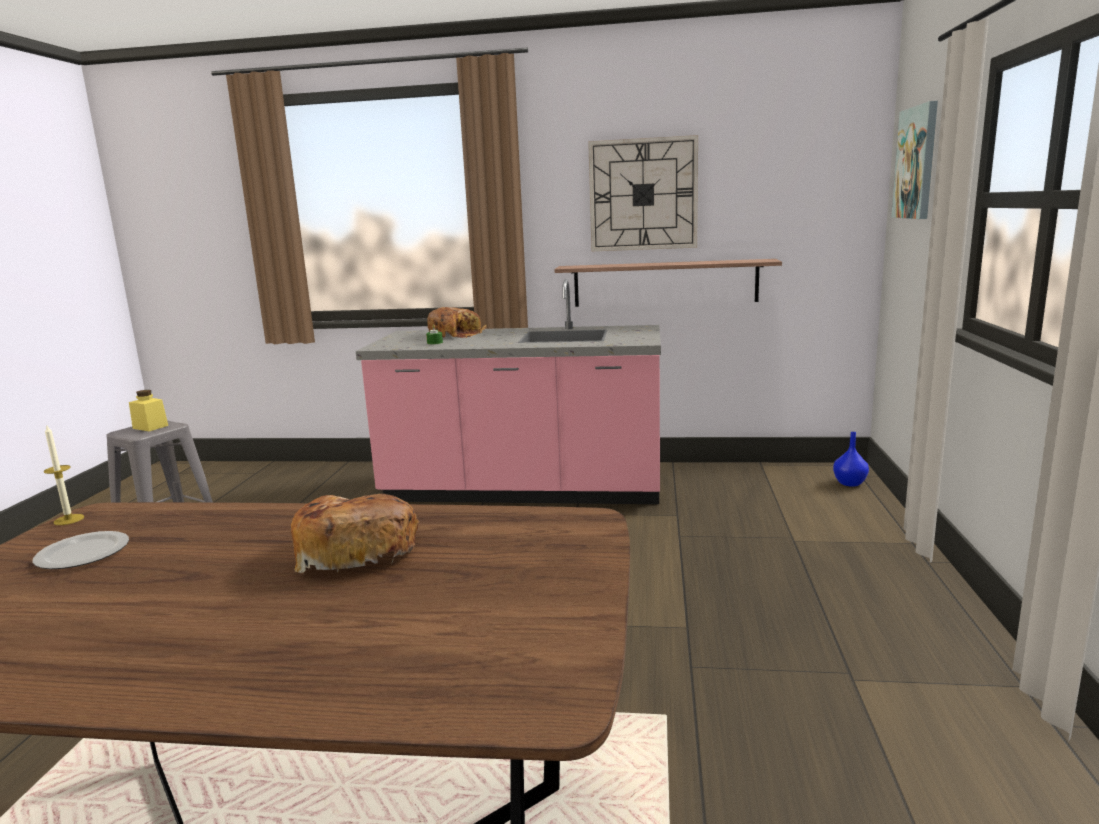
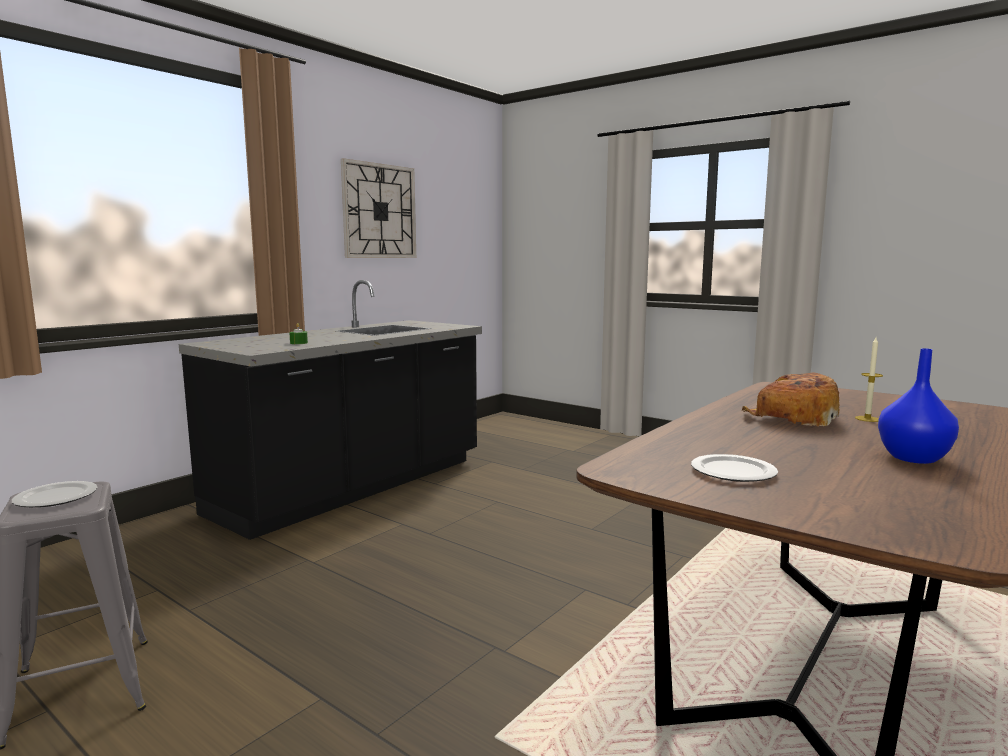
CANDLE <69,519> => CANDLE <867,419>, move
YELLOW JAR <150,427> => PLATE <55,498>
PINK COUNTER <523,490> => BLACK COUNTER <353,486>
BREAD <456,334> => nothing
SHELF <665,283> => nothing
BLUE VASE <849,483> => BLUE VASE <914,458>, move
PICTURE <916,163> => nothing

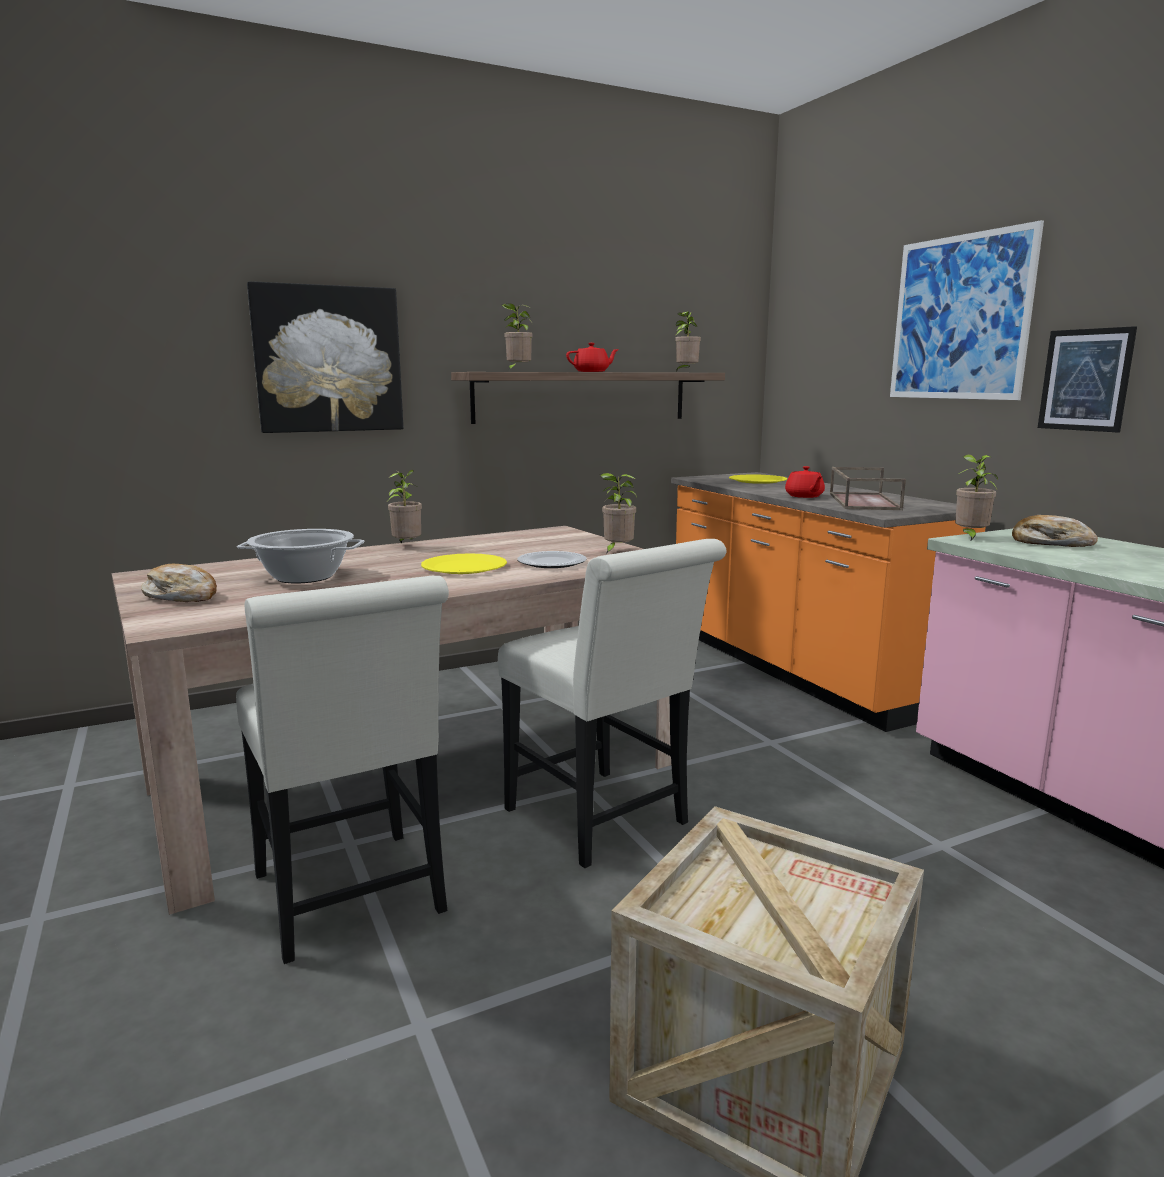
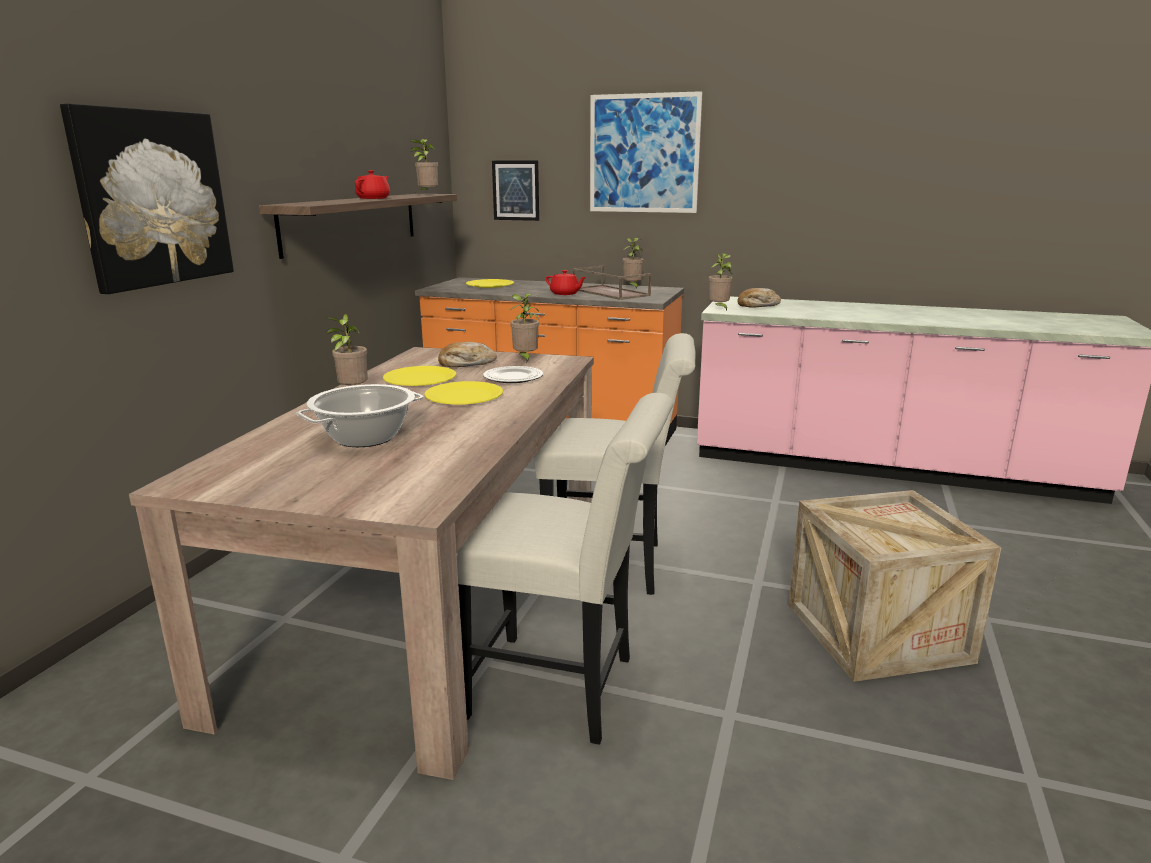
BREAD <182,596> => BREAD <466,363>, move
POTTED PLANT <517,371> => POTTED PLANT <632,287>, move
PICTURE <1085,380> => PICTURE <515,190>, move
nothing => YELLOW PLATE <420,378>

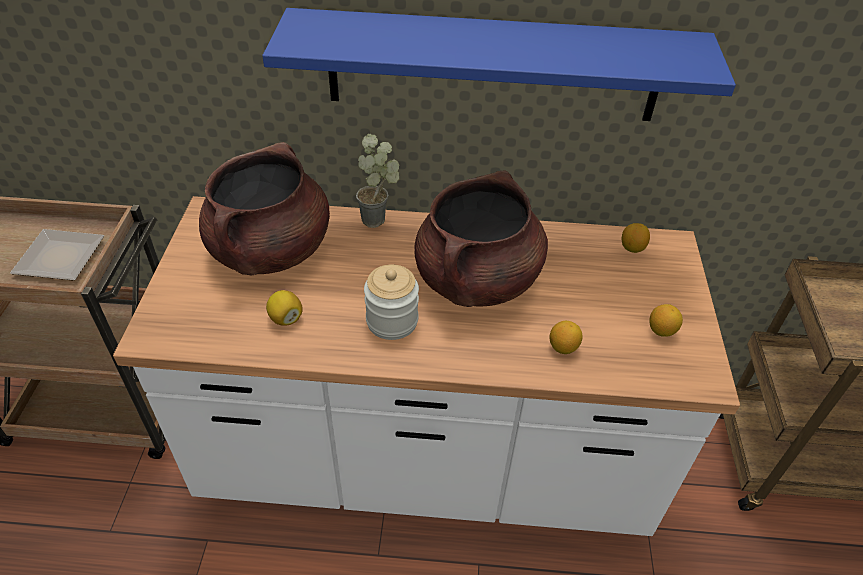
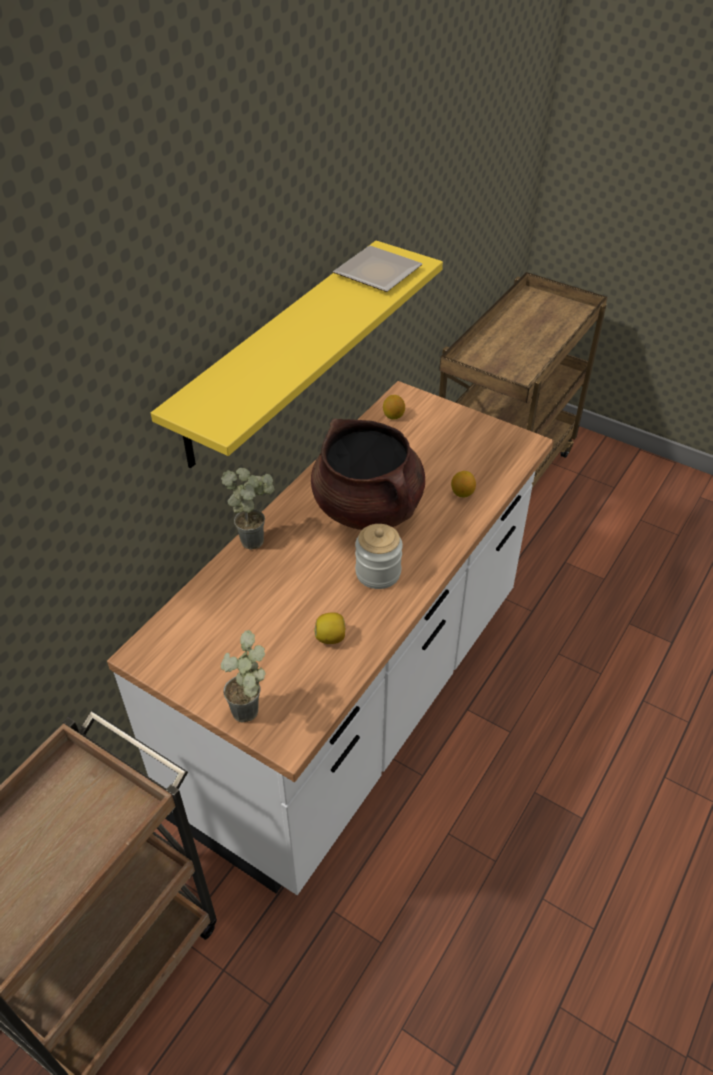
PLATE <64,257> => PLATE <377,271>, move
BROWN COOKING POT <271,251> => nothing
BLUE SHELF <493,66> => YELLOW SHELF <279,353>
LEMON <661,330> => nothing
nothing => POTTED PLANT <252,715>

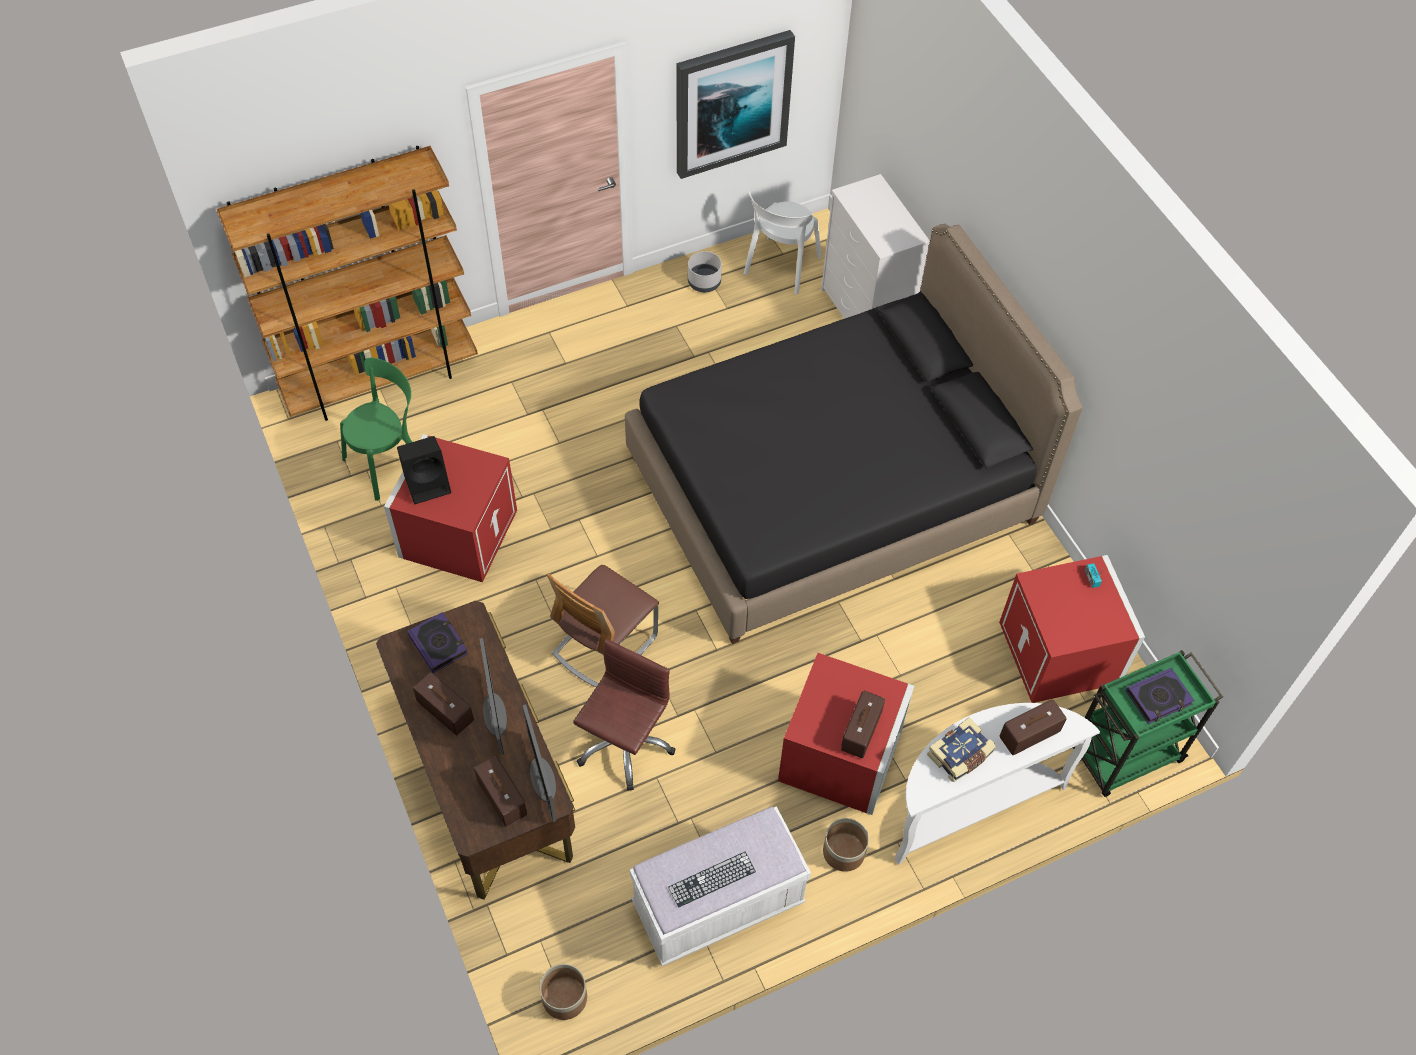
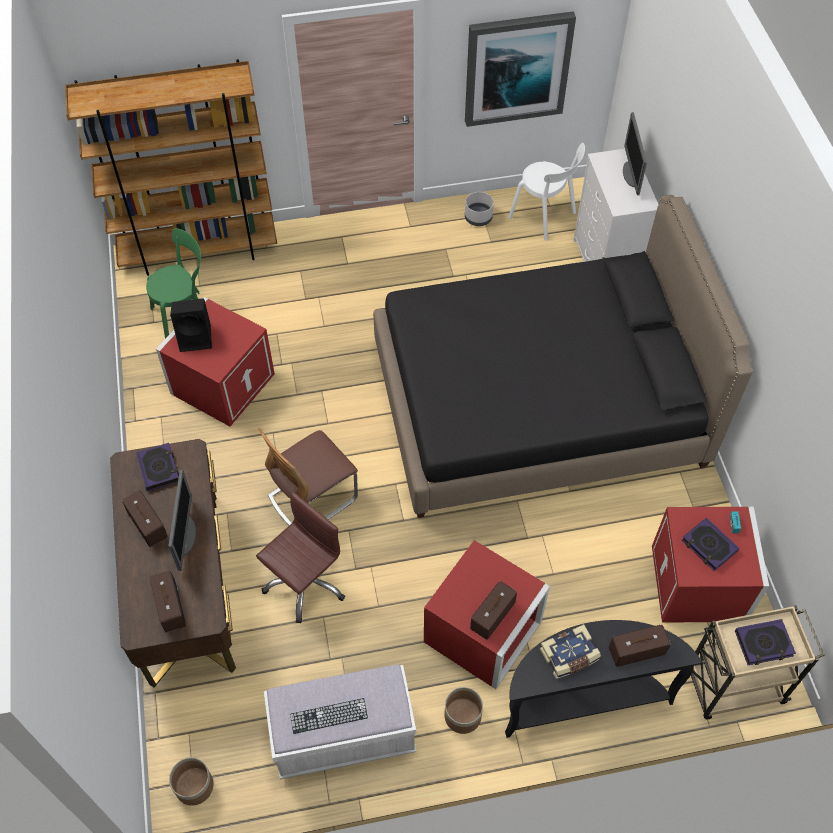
MONITOR <543,780> => MONITOR <631,174>, move
WHITE CHAIR <781,268> => WHITE CHAIR <544,216>, 90 degrees counterclockwise
WHITE CONSOLE TABLE <969,803> => BLACK CONSOLE TABLE <583,698>
GREEN CART <1124,756> => BEIGE CART <732,686>
nothing => BOOK <709,546>

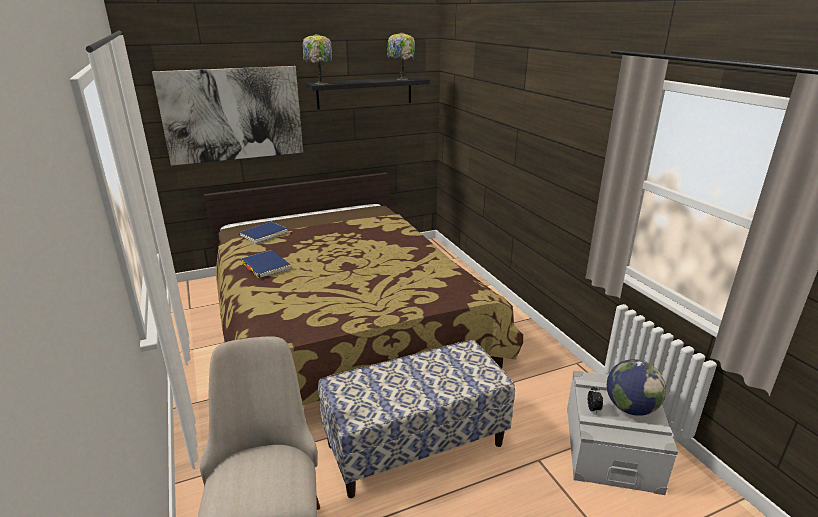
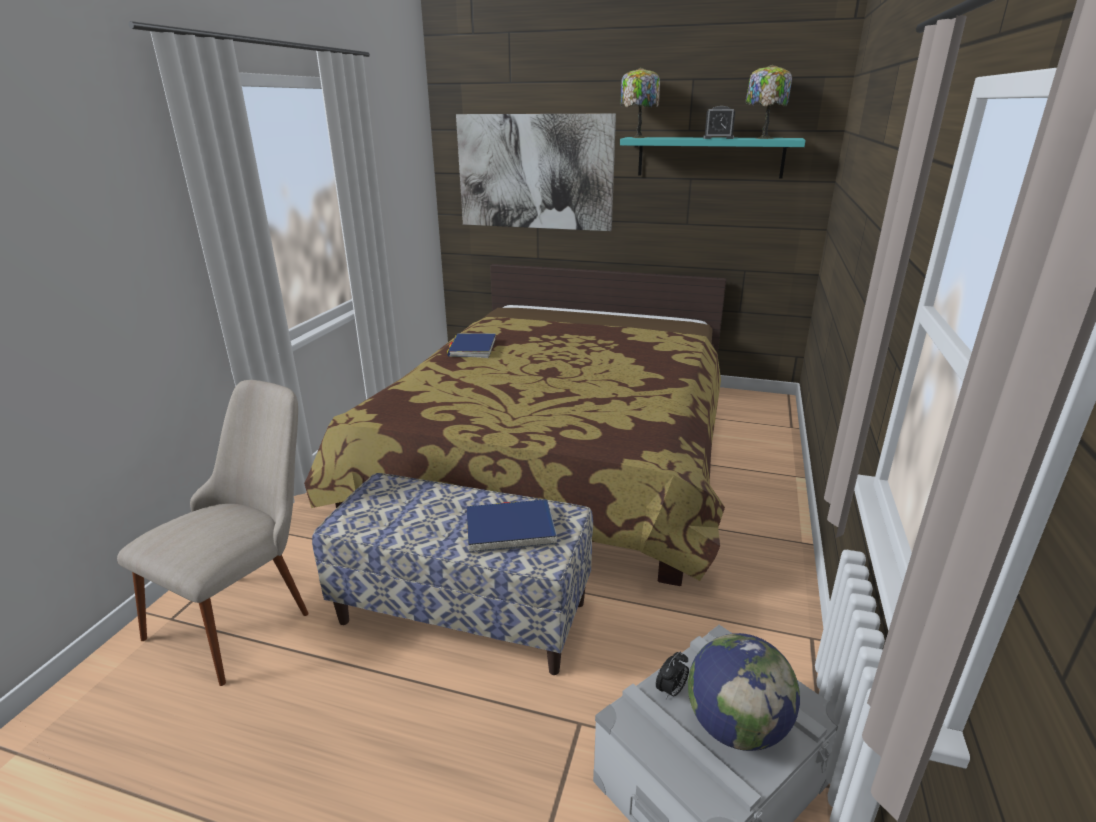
BLUE BOOK <263,234> => BLUE BOOK <510,529>, move
BLACK SHELF <365,92> => TURQUOISE SHELF <710,157>
nothing => ALARM CLOCK <718,138>

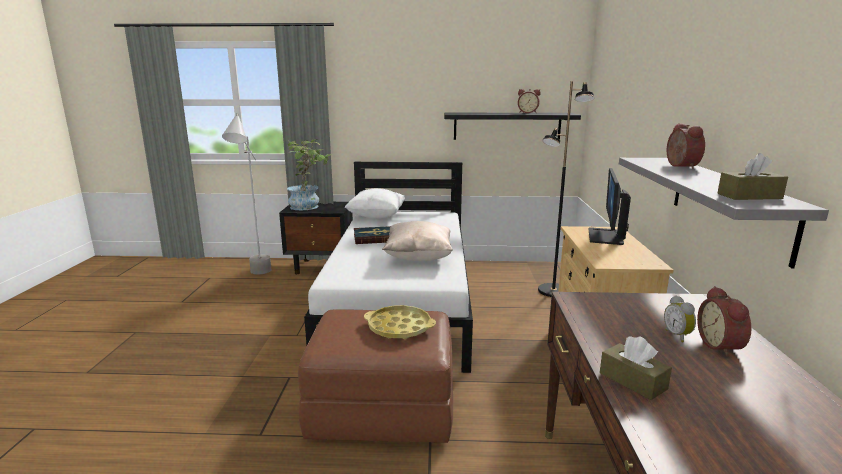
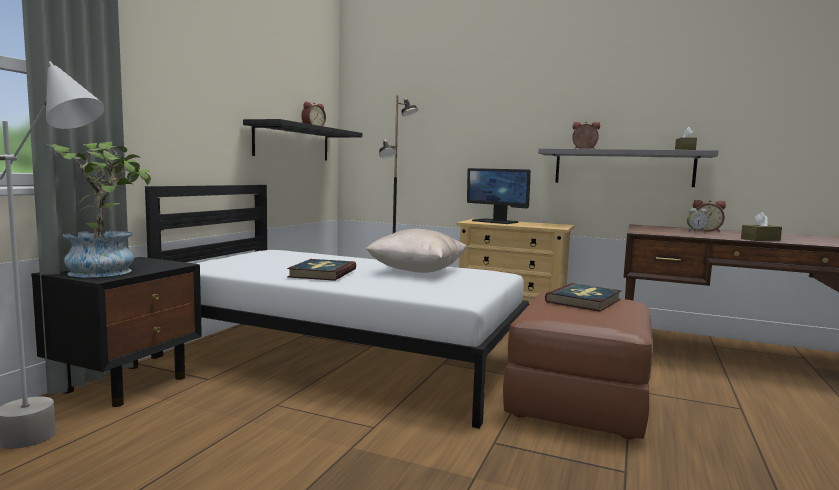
WHITE PILLOW <376,216> => nothing
YELLOW TRAY <399,327> => BOOK <584,300>

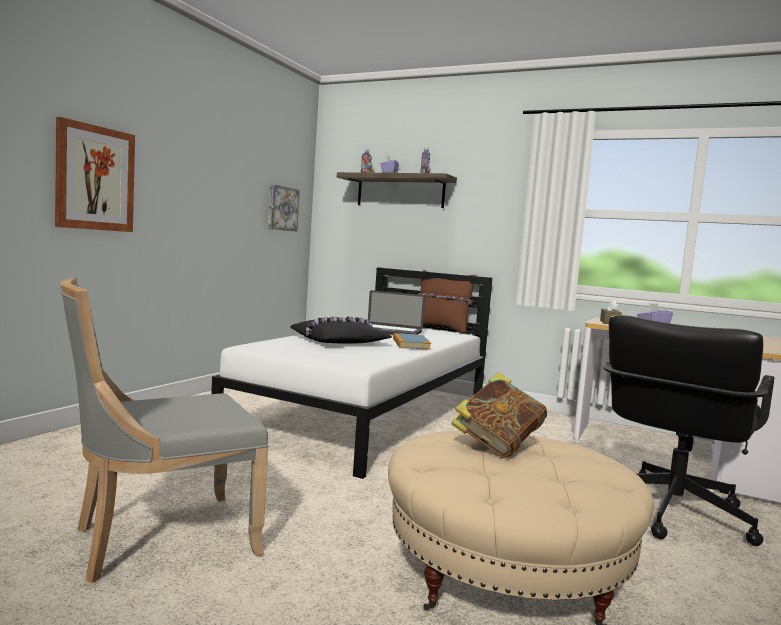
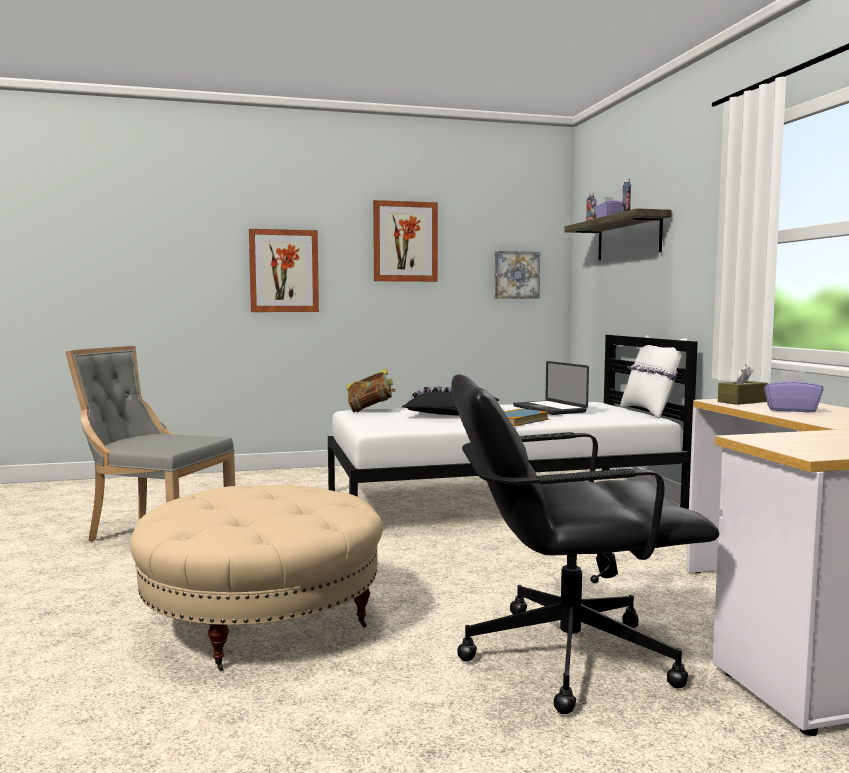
BROWN PILLOW <440,329> => WHITE PILLOW <650,412>
BOOK <497,446> => BOOK <370,410>, move
nothing => PICTURE <405,241>

